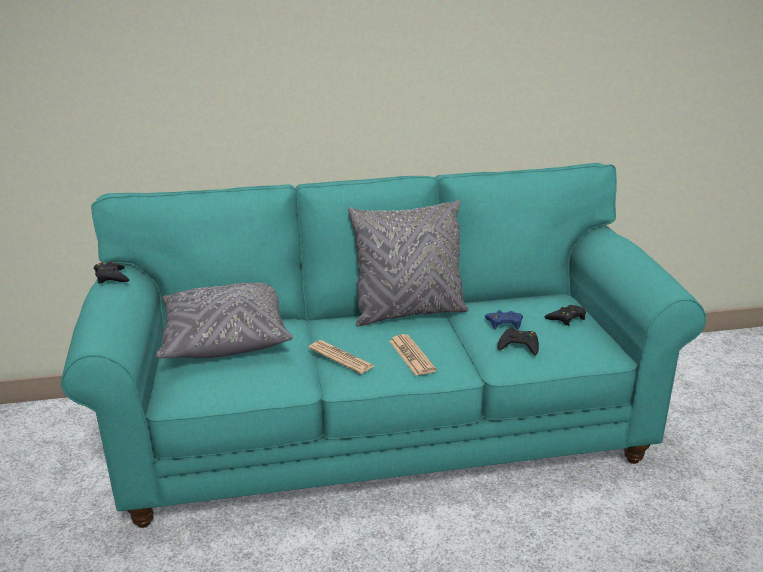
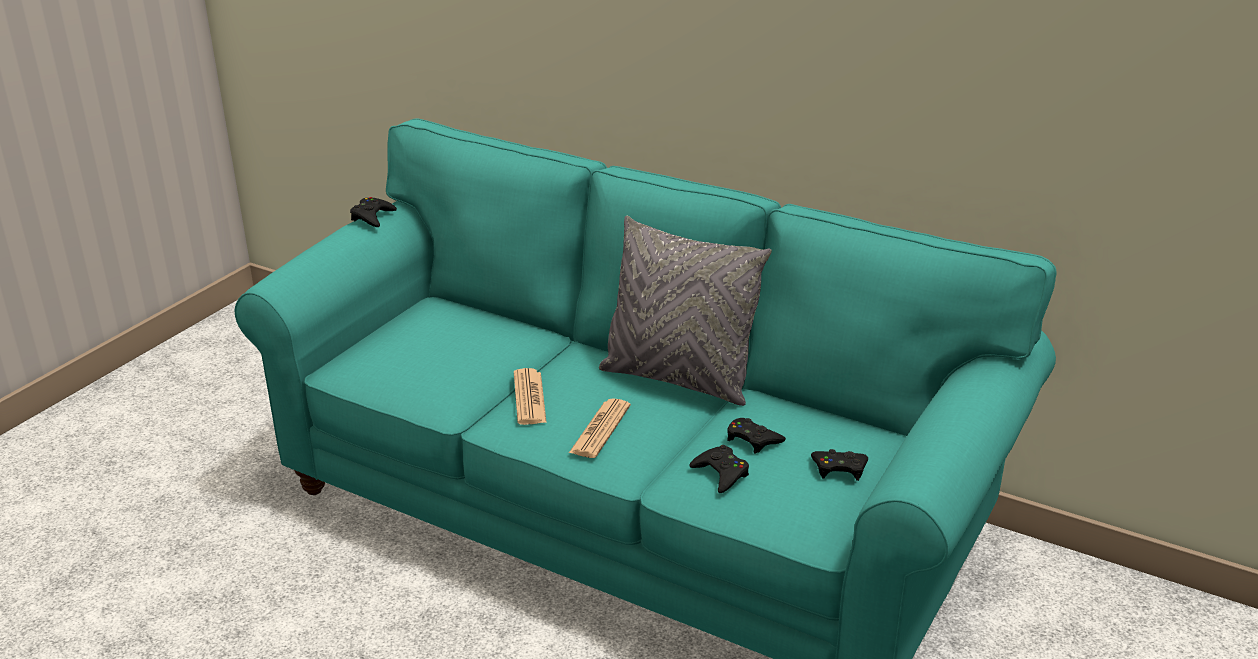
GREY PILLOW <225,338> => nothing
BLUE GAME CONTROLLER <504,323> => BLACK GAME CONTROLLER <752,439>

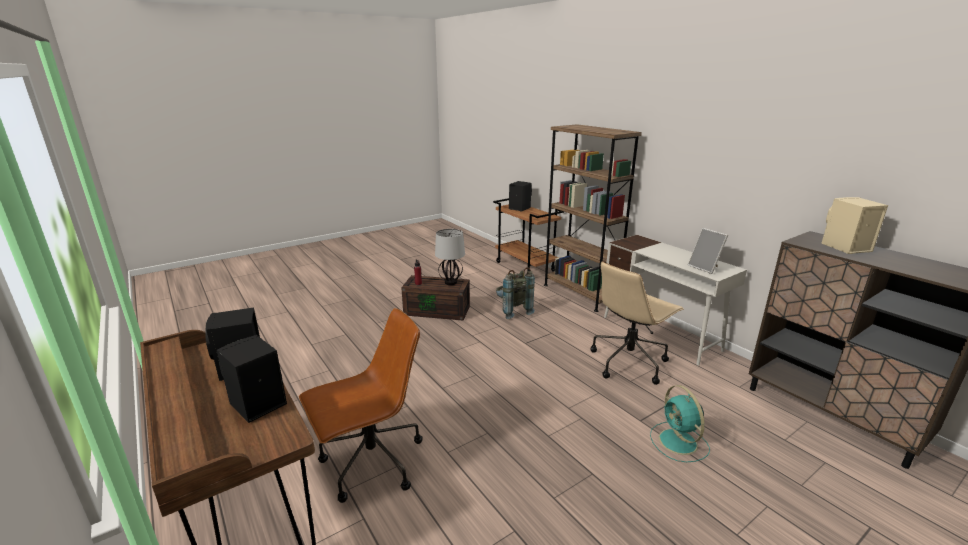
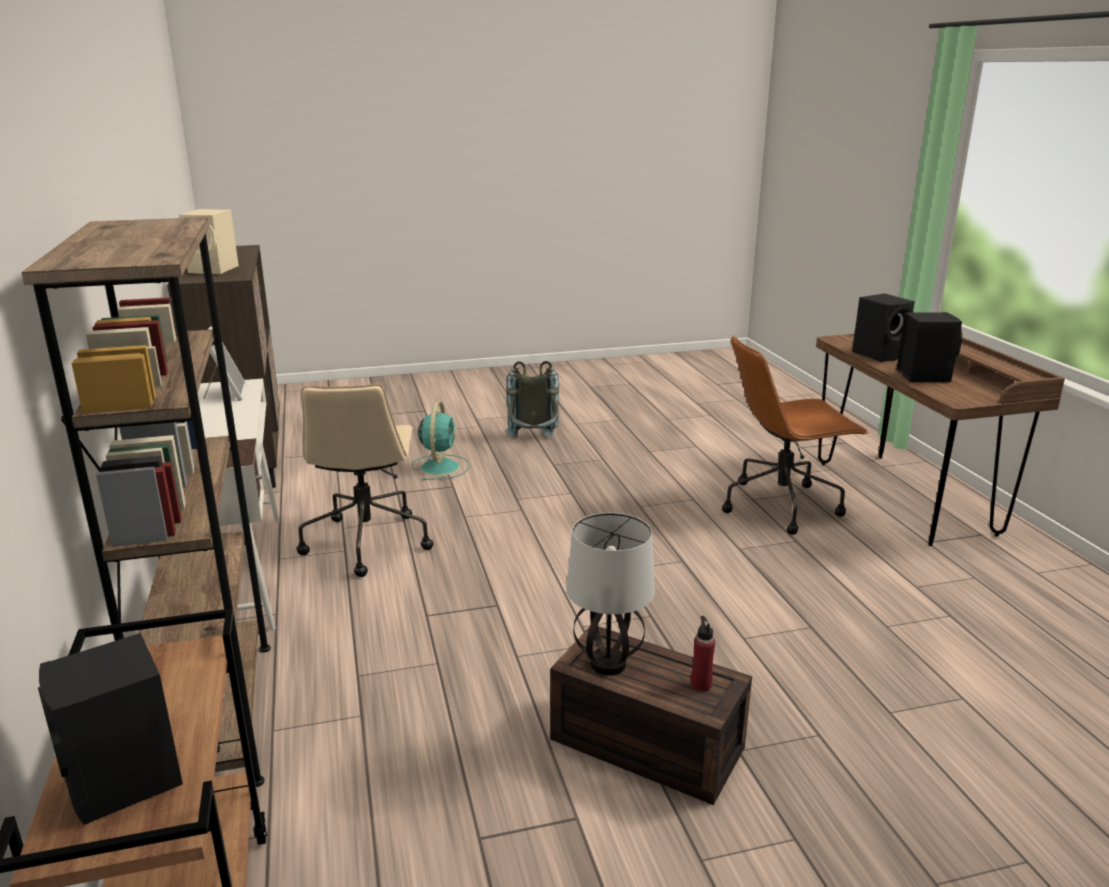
GREY BACKPACK <512,311> => GREY BACKPACK <533,443>, move
BEIGE OFFICE CHAIR <629,362> => BEIGE OFFICE CHAIR <366,541>, 105 degrees clockwise

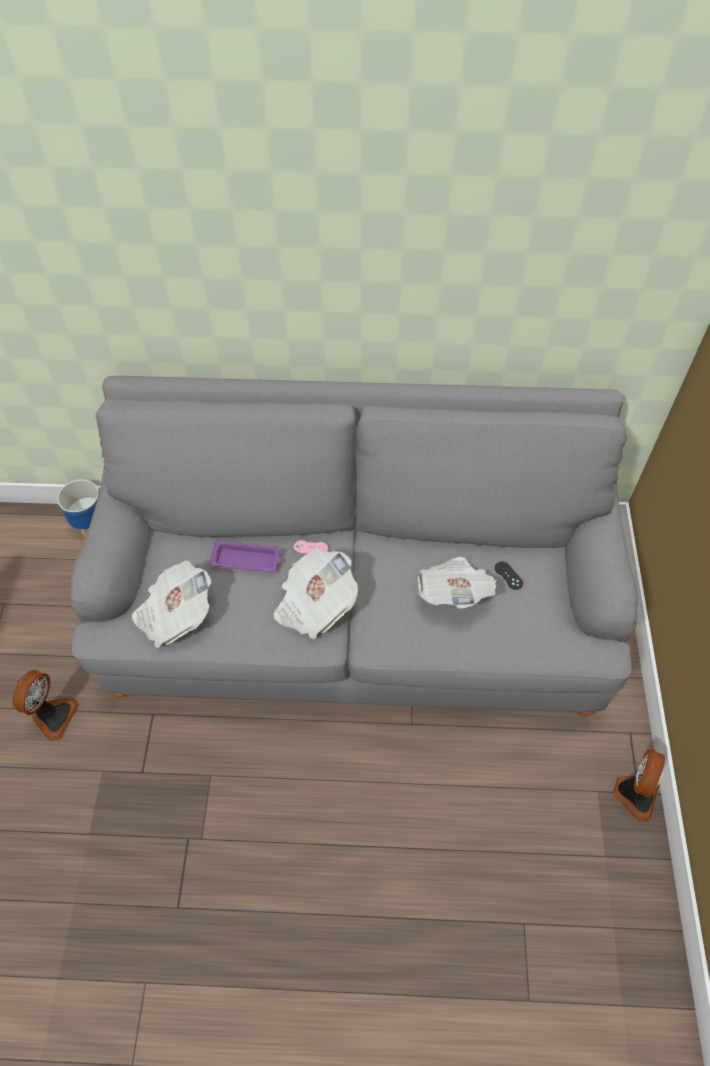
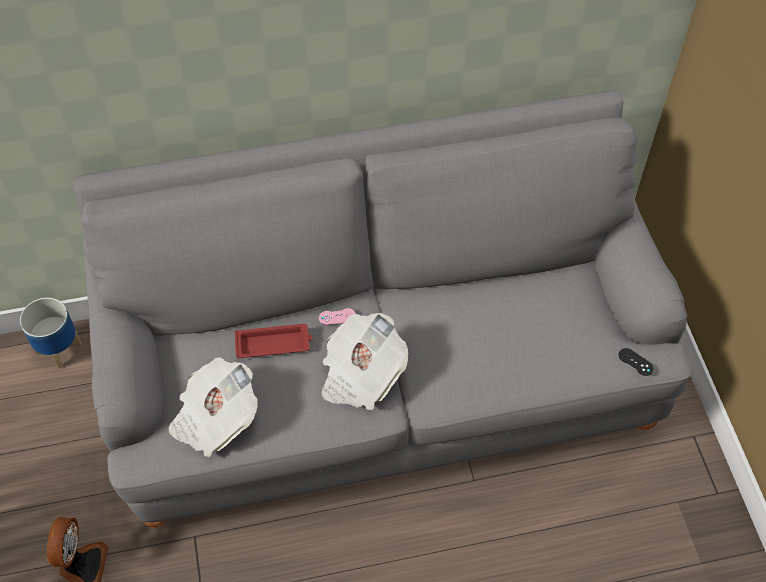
PURPLE TRAY <247,560> => RED TRAY <274,344>
NEWSPAPER <454,592> => nothing
BLACK GAME CONTROLLER <508,575> => BLACK GAME CONTROLLER <635,362>, move
FAN <634,793> => nothing

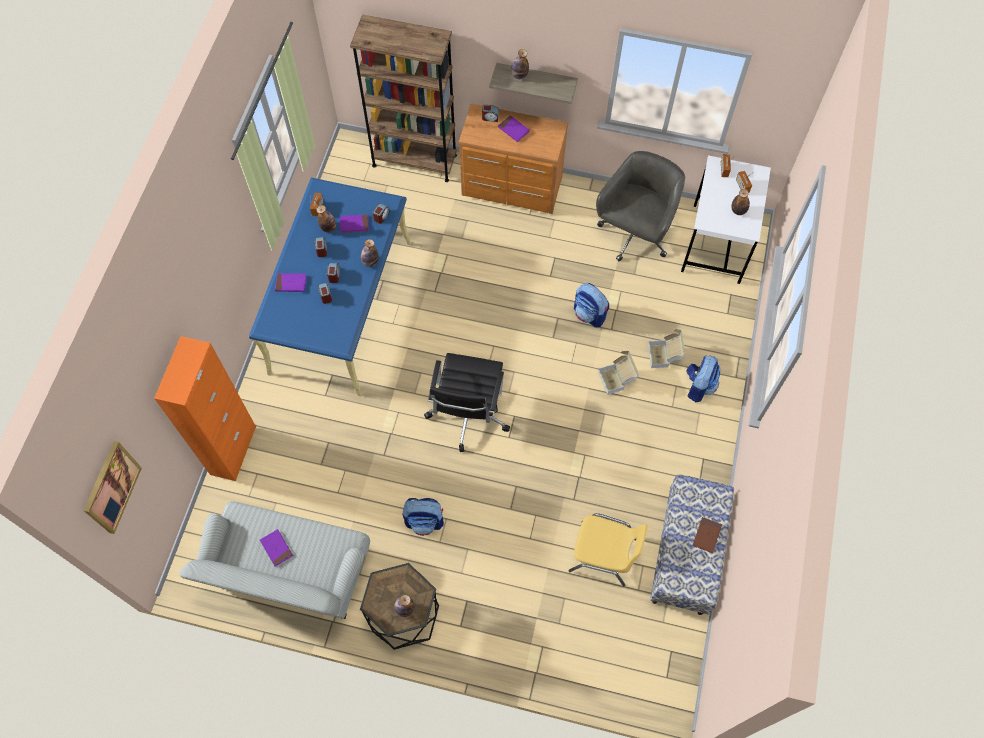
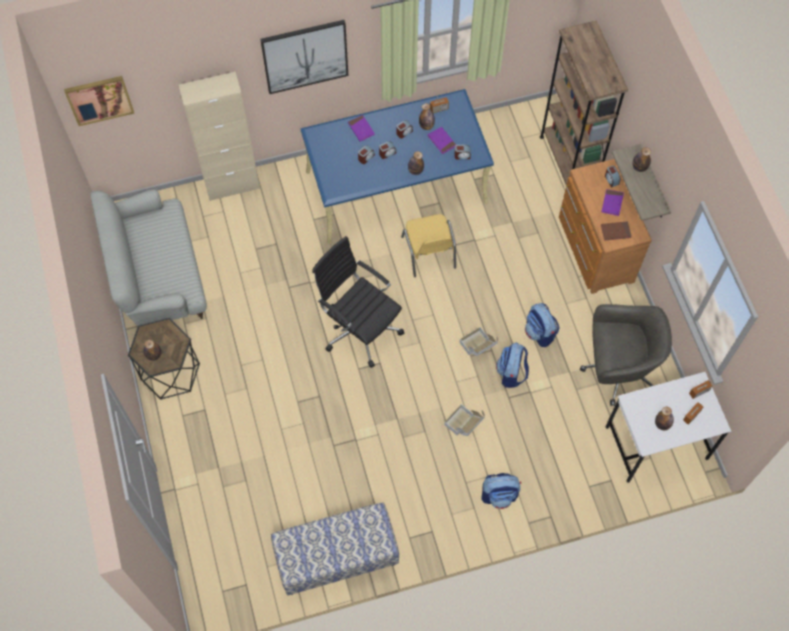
ORANGE CABINET <233,450> => BEIGE CABINET <232,185>
PURPLE BOOK <276,548> => nothing
BACKPACK <425,521> => BACKPACK <539,333>, move
BLACK OFFICE CHAIR <468,414> => BLACK OFFICE CHAIR <360,328>, 60 degrees clockwise
YELLOW CHAIR <604,554> => YELLOW CHAIR <429,253>, move
CARDBOARD BOX <665,355> => CARDBOARD BOX <478,348>, move
BROWN BOOK <706,535> => BROWN BOOK <615,231>, move
nothing => PICTURE <305,56>

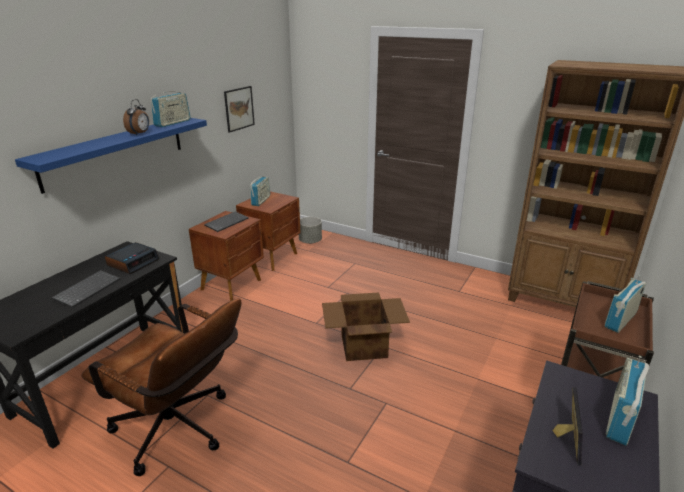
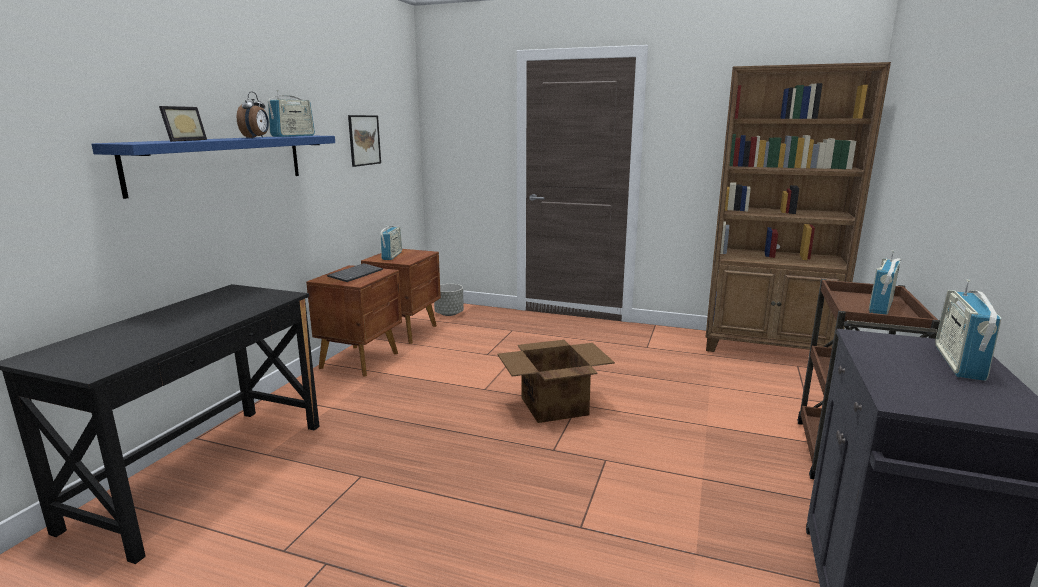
KEYBOARD <87,289> => nothing
BROWN OFFICE CHAIR <179,431> => nothing
ALARM CLOCK <133,262> => nothing
PICTURE FRAME <564,437> => PICTURE FRAME <182,140>, move

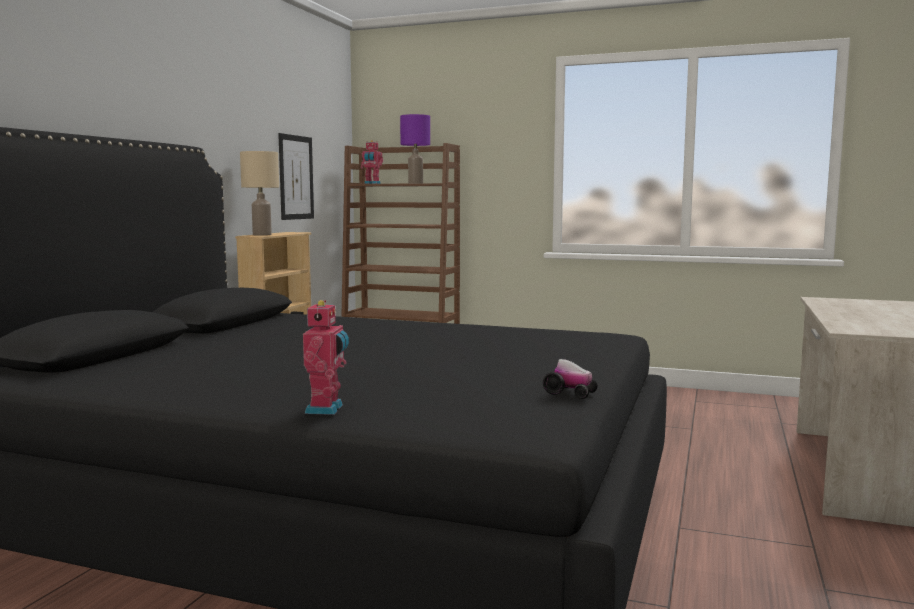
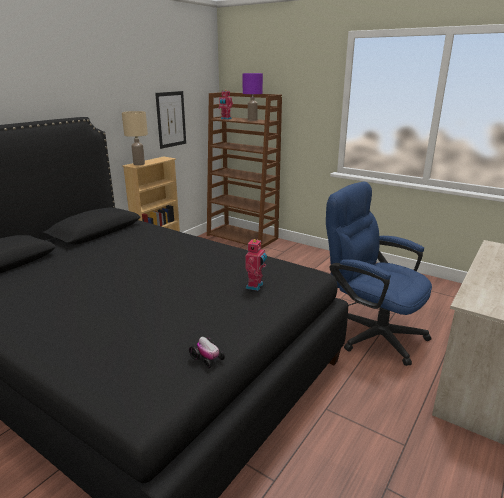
TOY ROBOT <327,409> => TOY ROBOT <255,286>, move
nothing => BLUE OFFICE CHAIR <371,332>

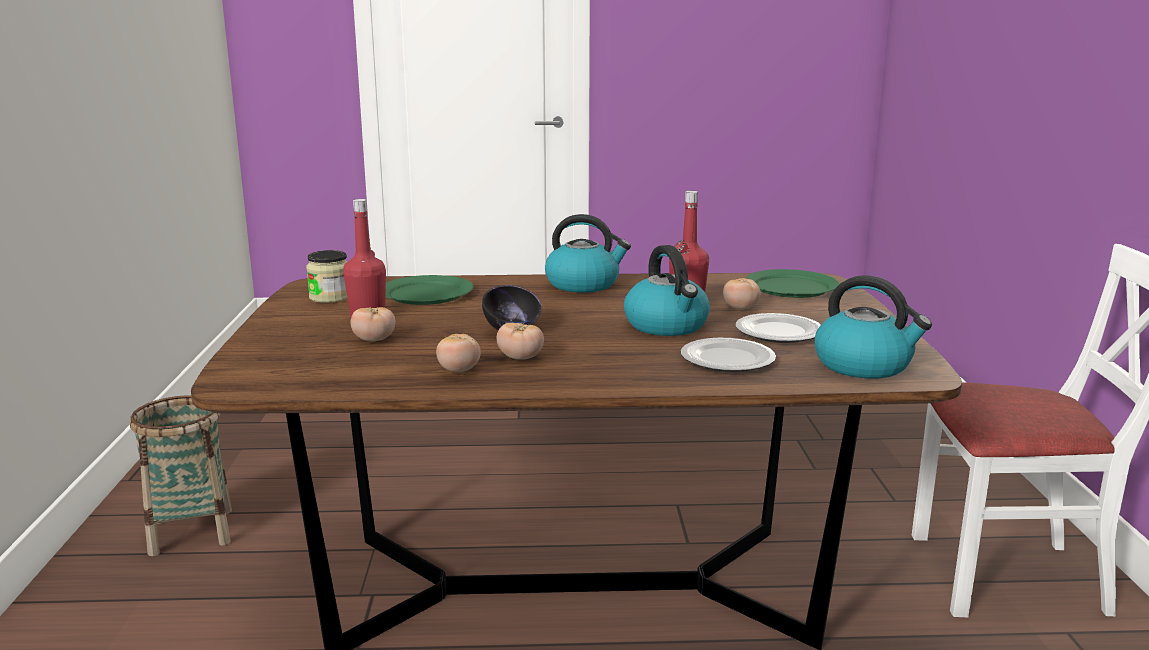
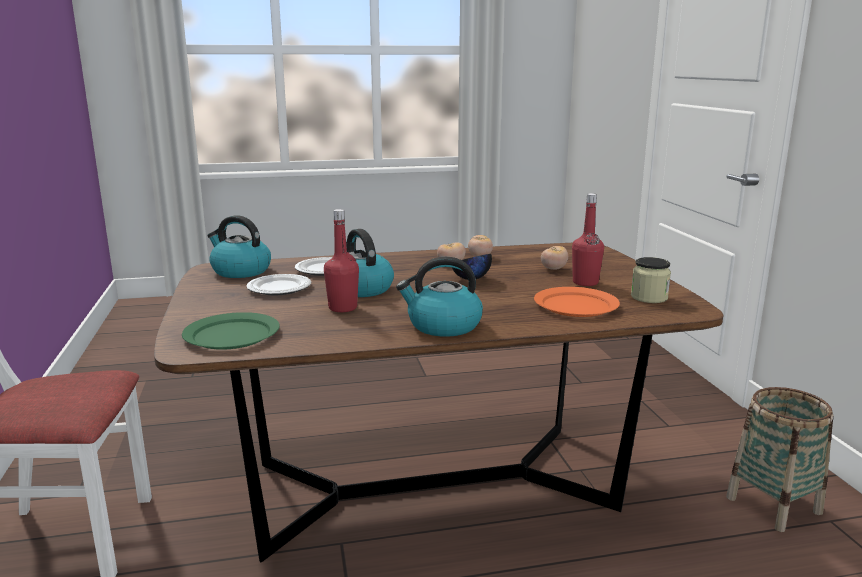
GREEN PLATE <426,294> => ORANGE PLATE <576,306>
TOMATO <740,308> => nothing

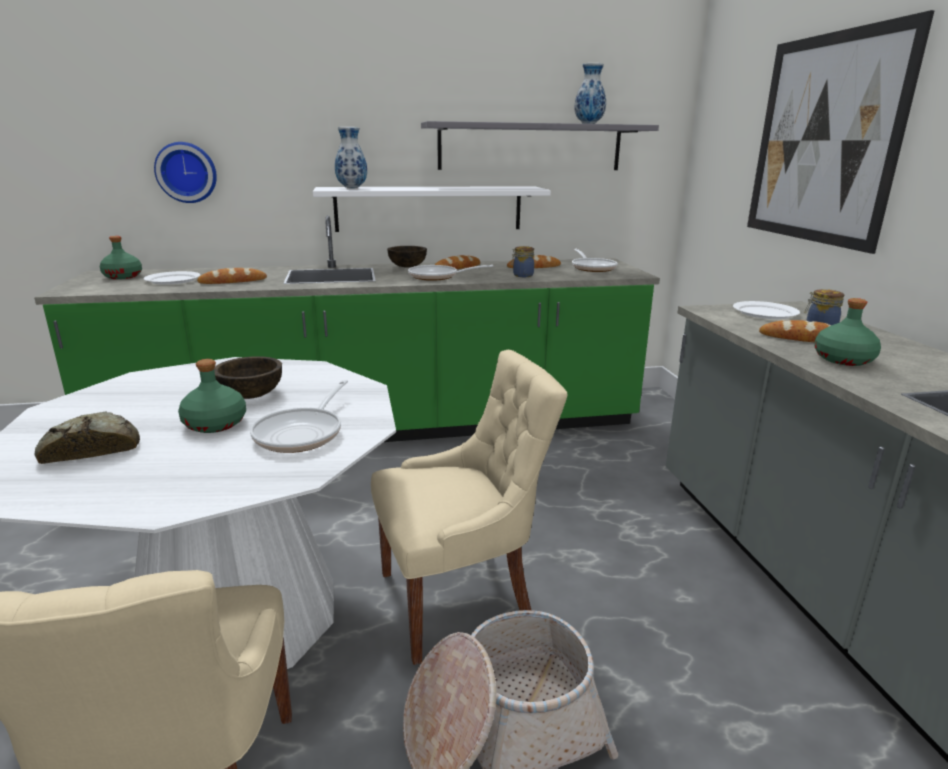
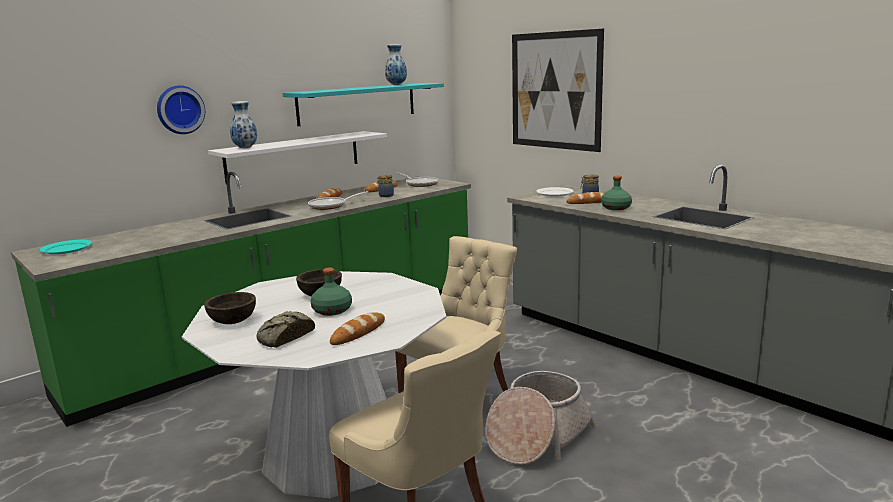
GREEN BOTTLE <123,276> => TURQUOISE PLATE <66,249>
WHITE PLATE <173,280> => nothing
WALL CLOCK <187,172> => WALL CLOCK <179,109>, move
BREAD <233,281> => BREAD <358,332>, move
FRYING PAN <303,433> => nothing
BROWN BOWL <407,266> => BROWN BOWL <232,321>, move
GREY SHELF <530,147> => TURQUOISE SHELF <357,103>

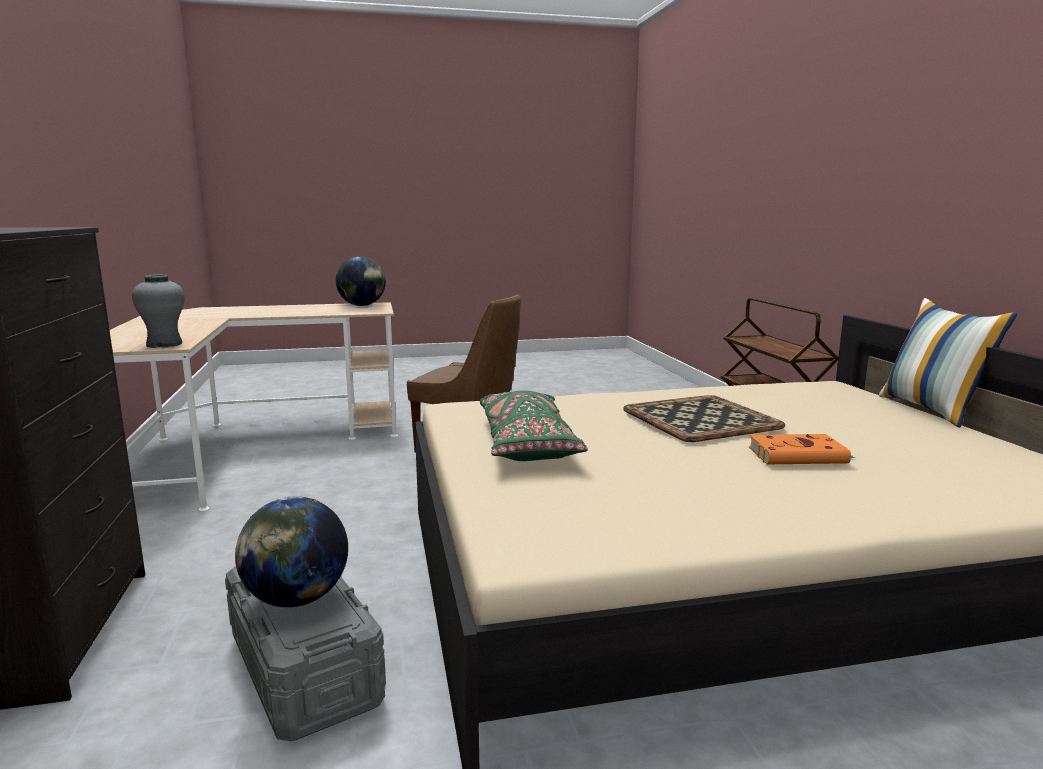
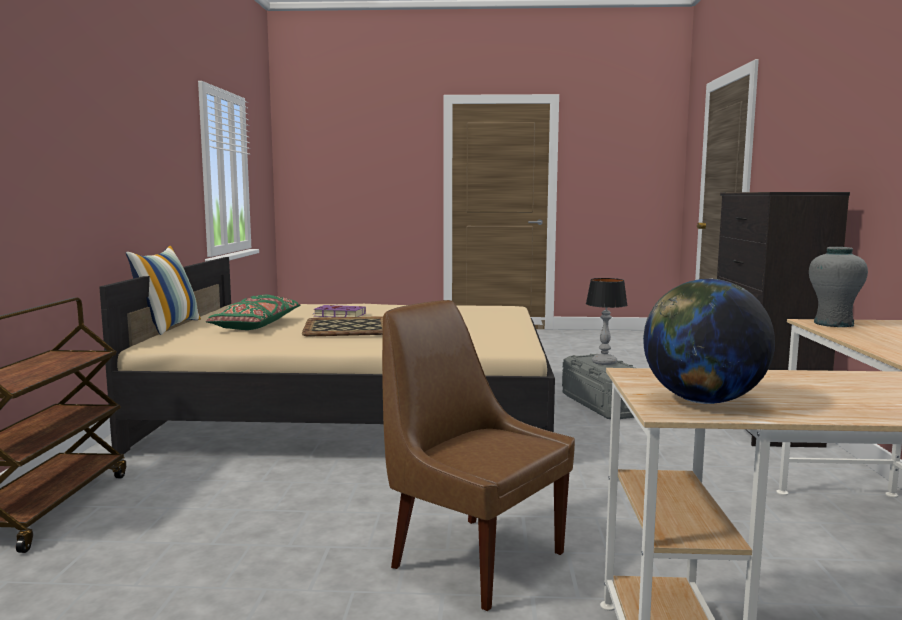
GLOBE <297,599> => TABLE LAMP <604,362>
GREEN PILLOW <526,443> => GREEN PILLOW <256,325>, move
ORANGE BOOK <799,455> => PURPLE BOOK <338,315>

